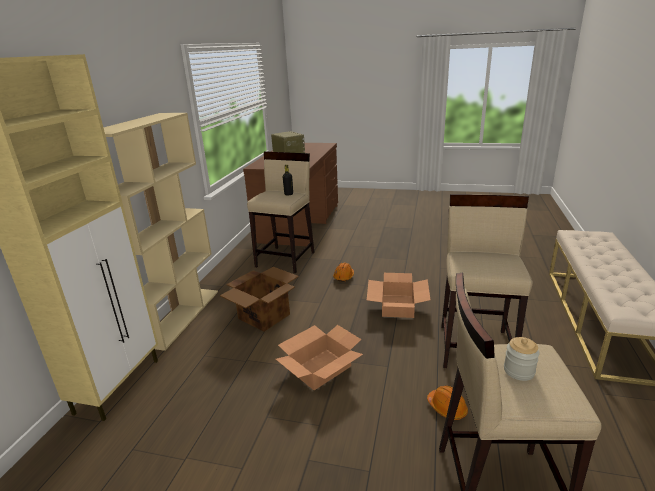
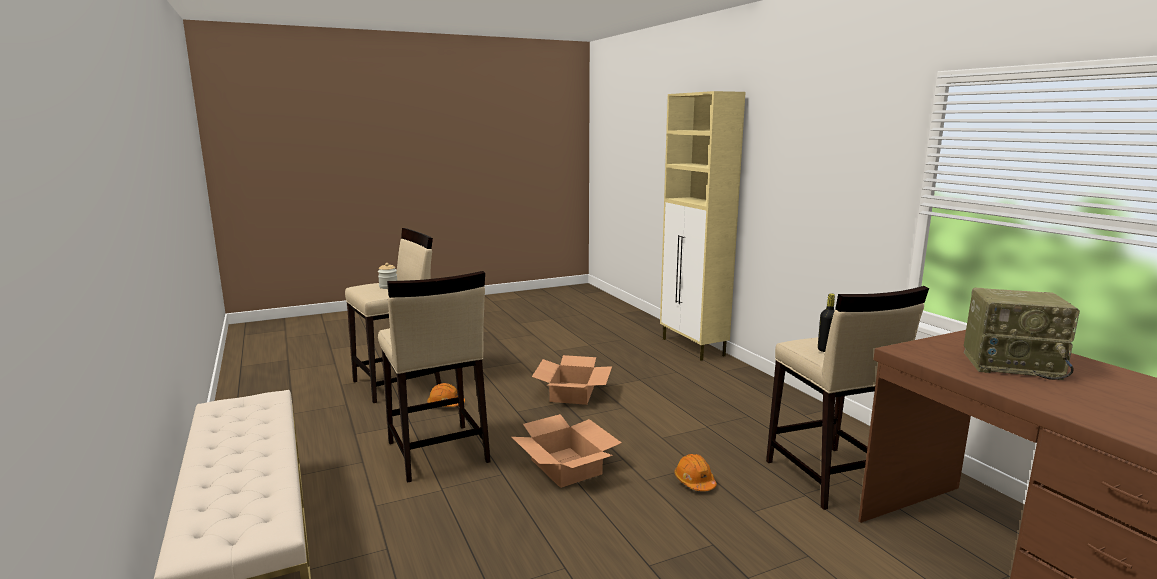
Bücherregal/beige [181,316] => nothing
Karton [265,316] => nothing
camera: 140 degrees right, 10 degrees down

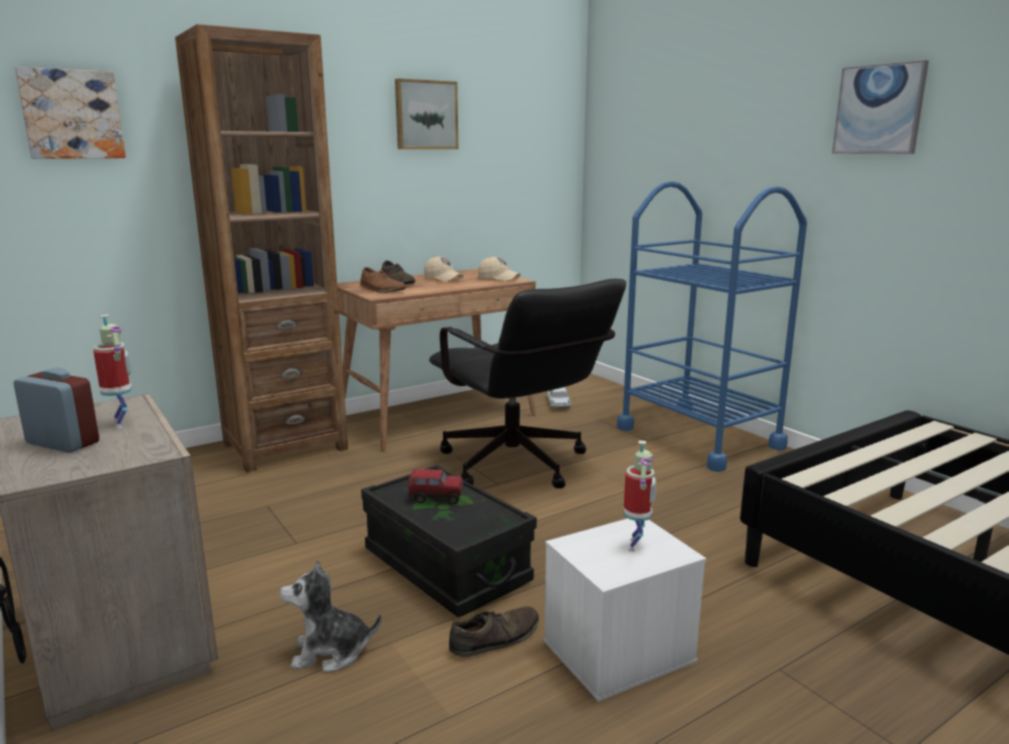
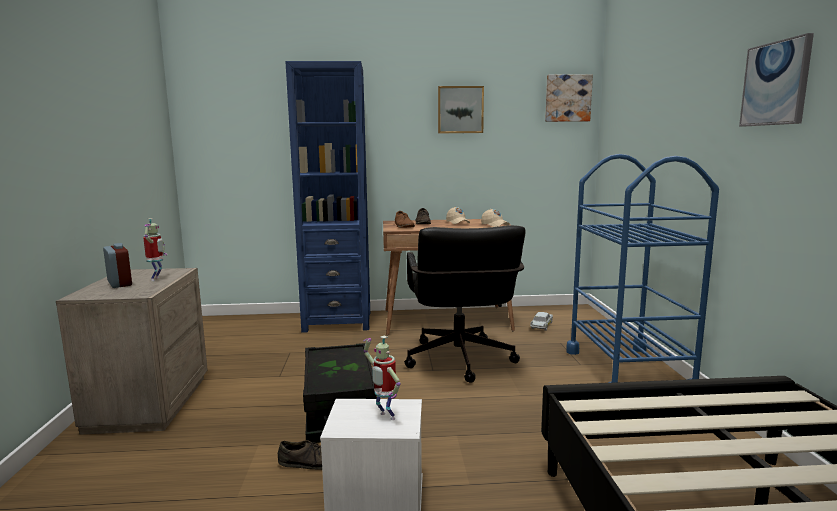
Bücherregal/braun [285,446] => Bücherregal/blau [337,322]
Spielzeugroboter [636,546] => Spielzeugroboter [385,417], 90 degrees clockwise
Bild [72,114] => Bild [567,98], moved
Plüschtier [330,652] => nothing
Spielzeuglaster [436,499] => nothing
camera: 30 degrees right, 5 degrees down

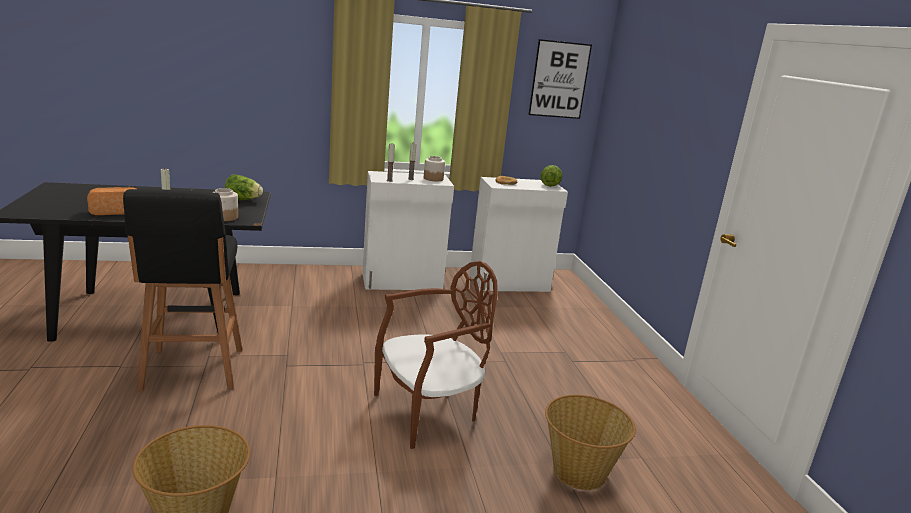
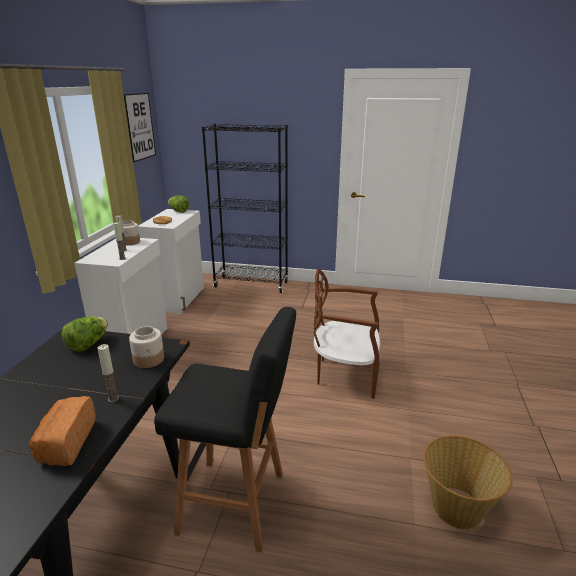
nothing => Bücherregal/schwarz [251,284]
Stuhl/braun [429,412] => Stuhl/braun [345,374], 75 degrees counterclockwise
Korb [579,471] => nothing
camera: 65 degrees left, 5 degrees up

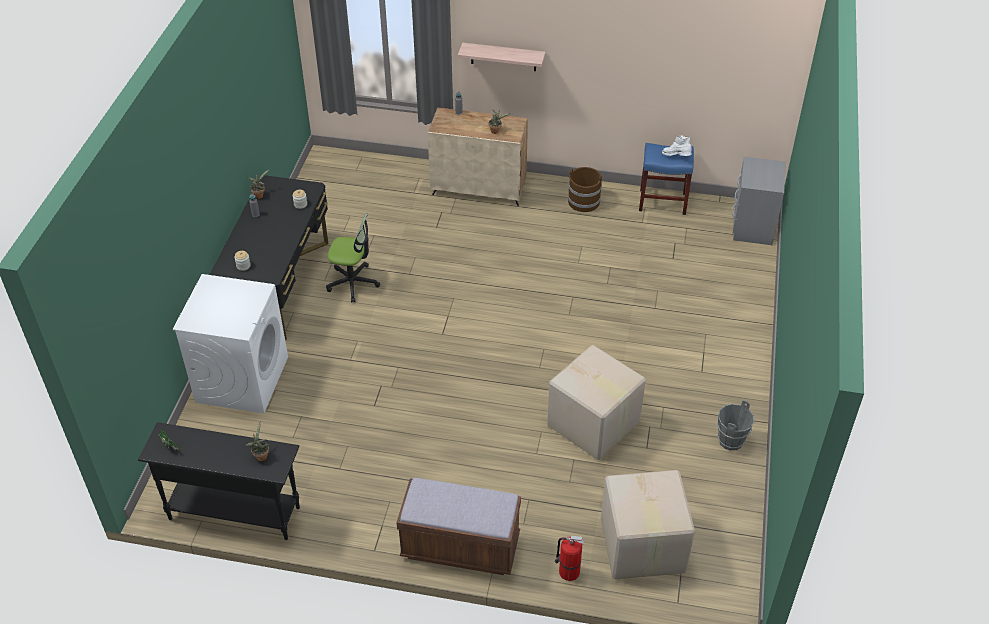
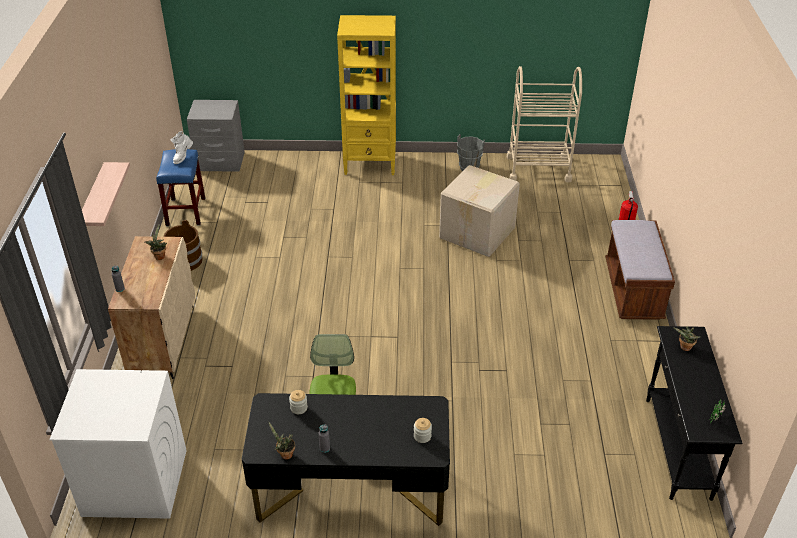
Waschmaschine/weiß [242,379] => Waschmaschine/weiß [134,483], moved
nothing => Bücherregal/gelb [370,164]
nothing => Rollwagen/beige [538,168]
Karton [641,546] => nothing
camera: 100 degrees left, 5 degrees down

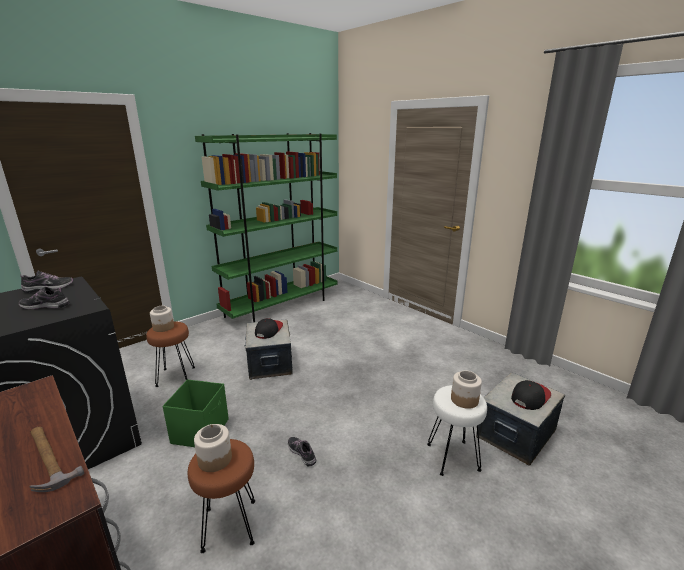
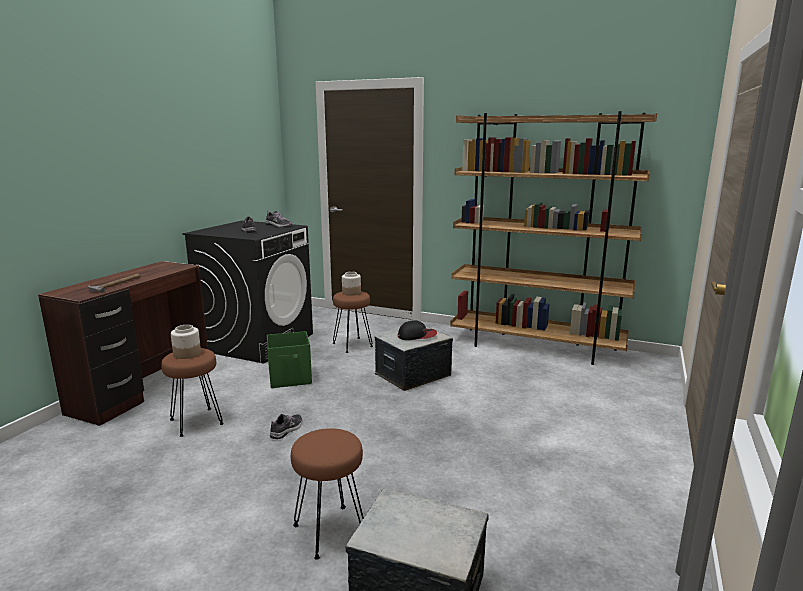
Hocker/weiß [452,457] => Hocker/braun [330,530]
Bücherregal/grün [282,306] => Bücherregal/braun [536,347]
Vorratsglas [464,400] => nothing
Kappe [530,397] => nothing
camera: 65 degrees right, 5 degrees down

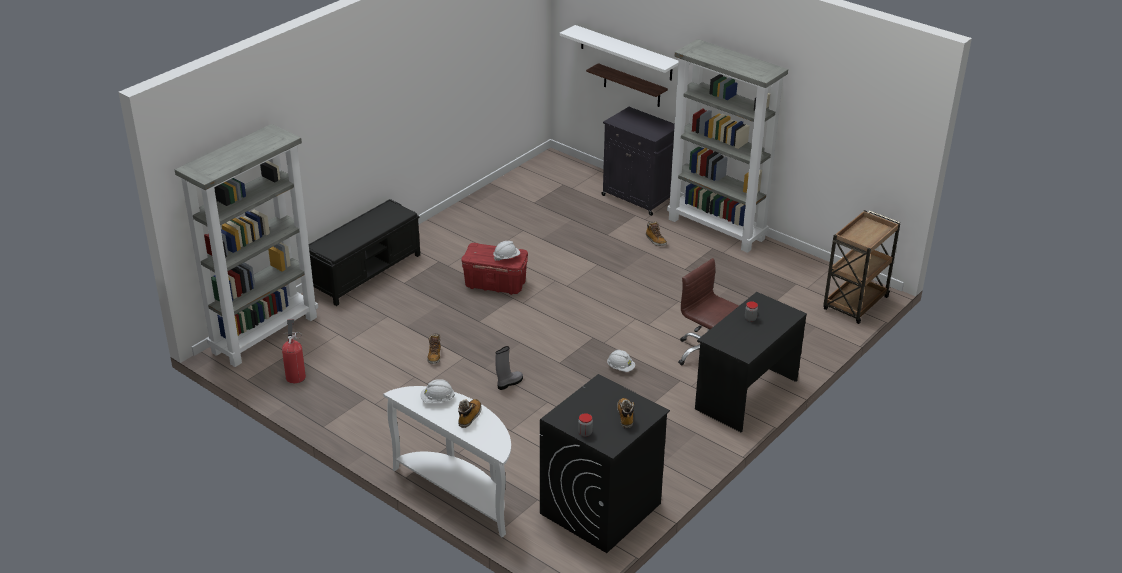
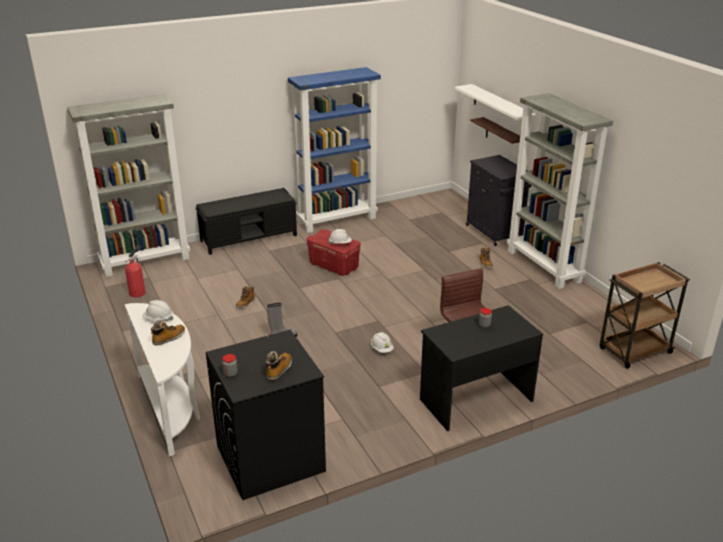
nothing => Bücherregal/blau [337,220]
camera: 25 degrees right, 5 degrees down

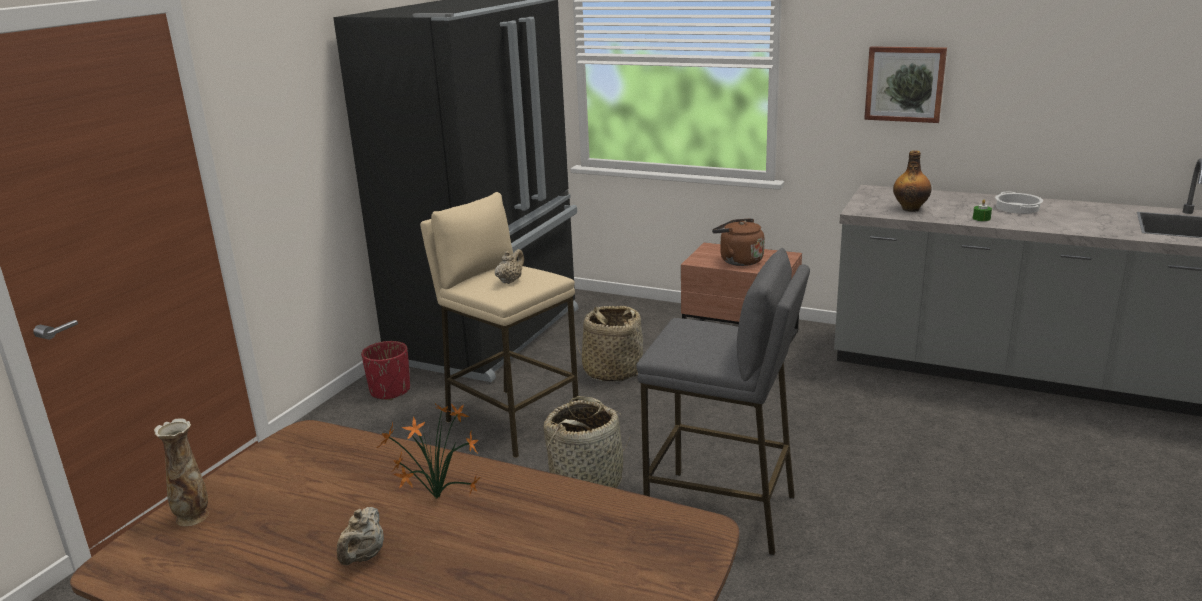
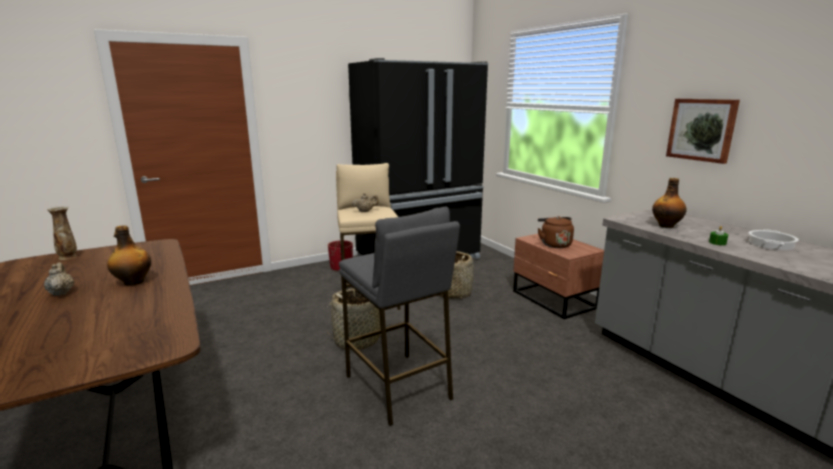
Teekanne/beige [363,557] => Teekanne/beige [61,292], 105 degrees clockwise
Topfpflanze [434,498] => Flasche [133,282]
camera: 35 degrees right, 5 degrees down

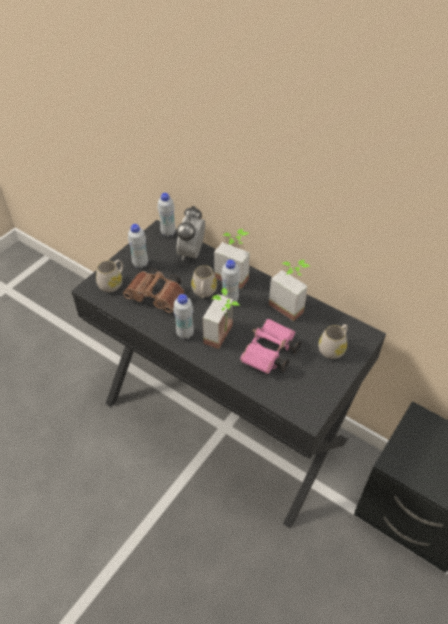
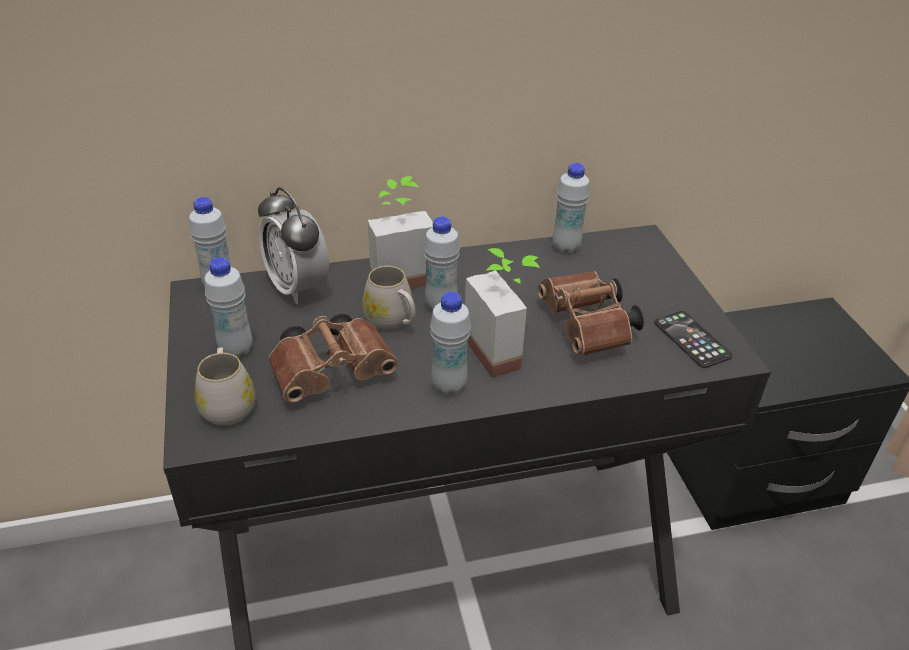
Fernglas/rosa [269,355] => Fernglas/braun [588,329]
nothing => Flasche/weiß [566,247]
nothing => Handy [692,339]
Topfpflanze [290,304] => nothing
Henkelbecher/weiß [333,348] => nothing
camera: 50 degrees left, 10 degrees down

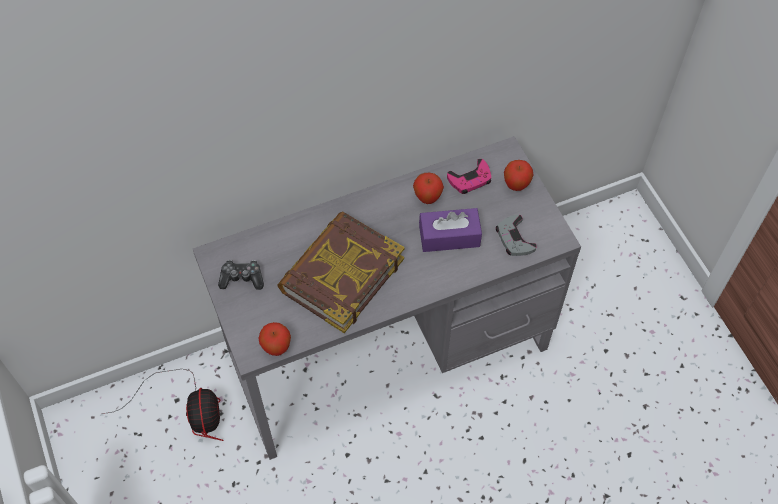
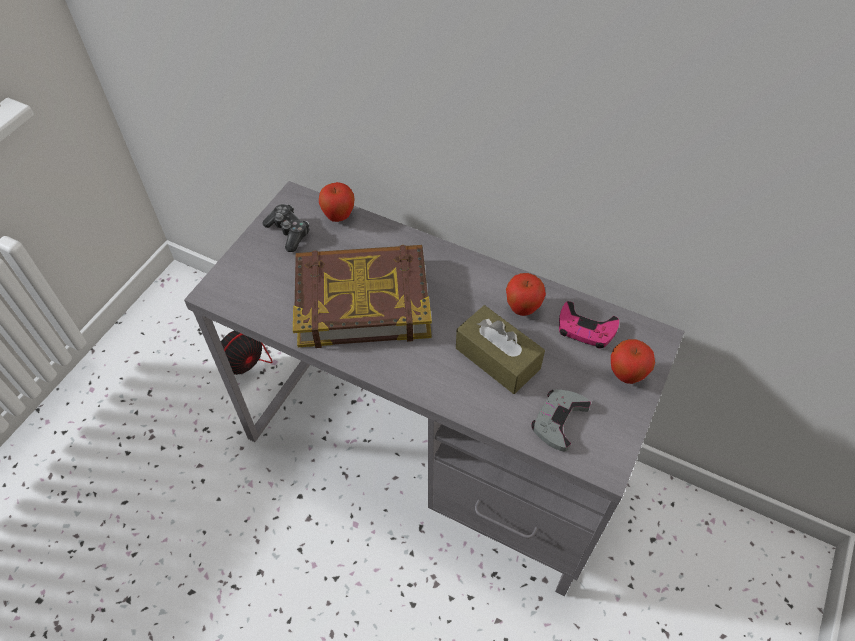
Apfel [276,348] => Apfel [338,216], moved
Taschentuchbox/lila [449,236] => Taschentuchbox/braun [497,358]
camera: 50 degrees right, 5 degrees down

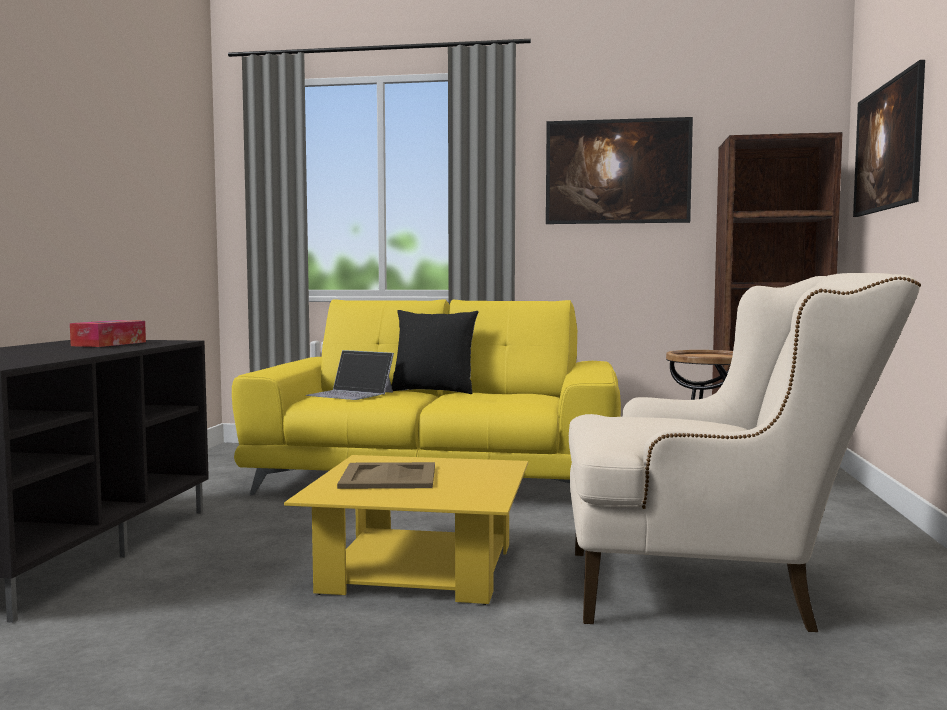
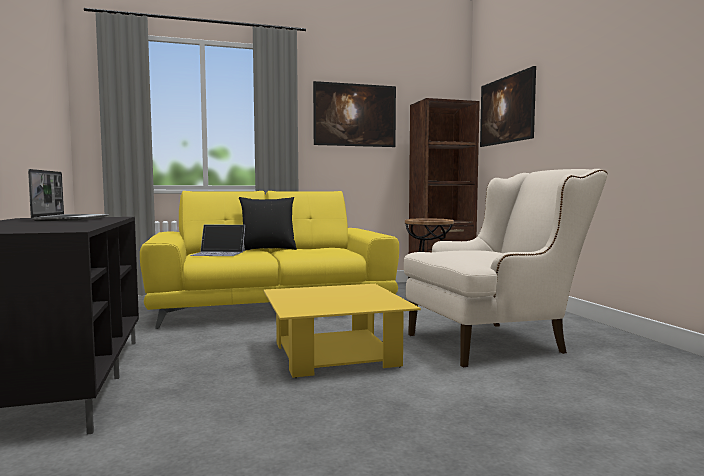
Taschentuchbox [109,344] => Laptop [71,219]
Tablett/beige [388,477] => nothing
camera: 25 degrees left, 0 degrees up

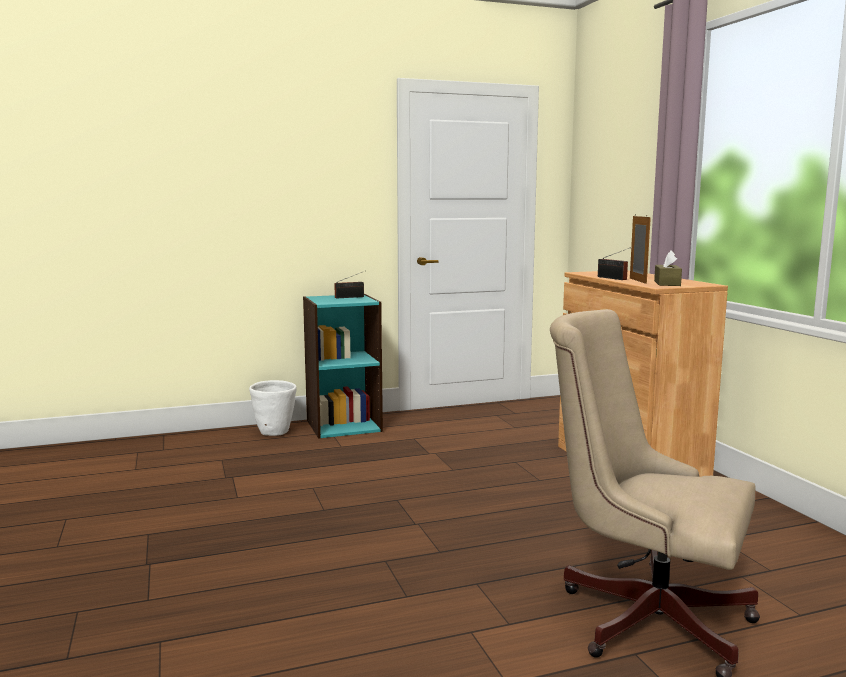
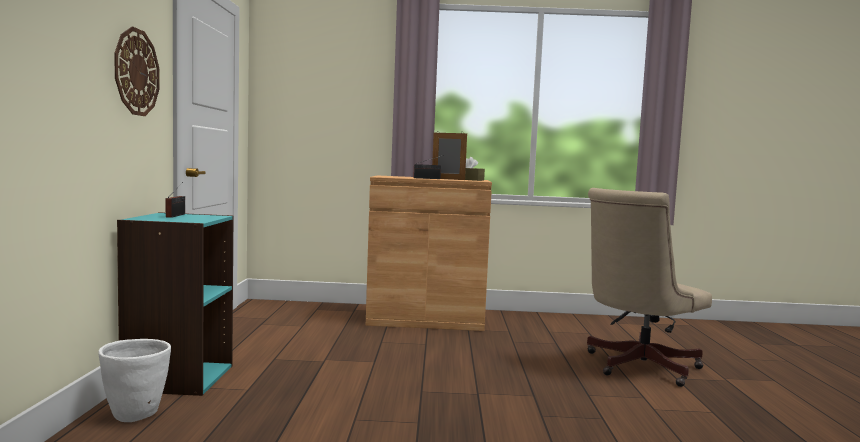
nothing => Wanduhr [136,72]
camera: 70 degrees left, 5 degrees down

